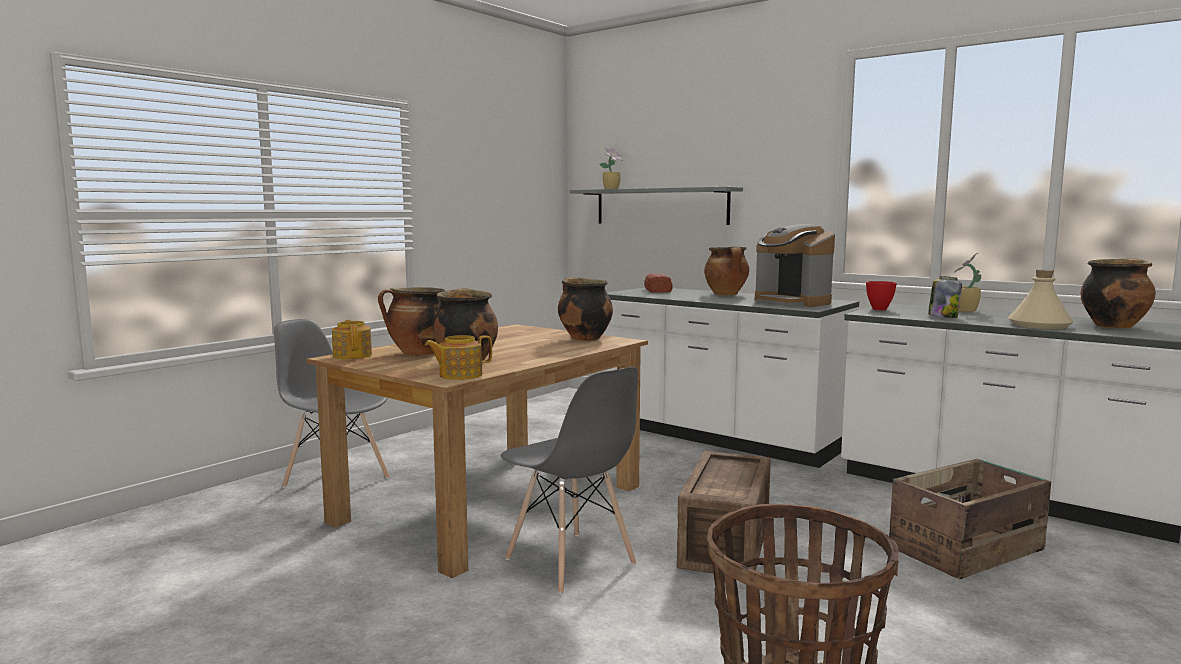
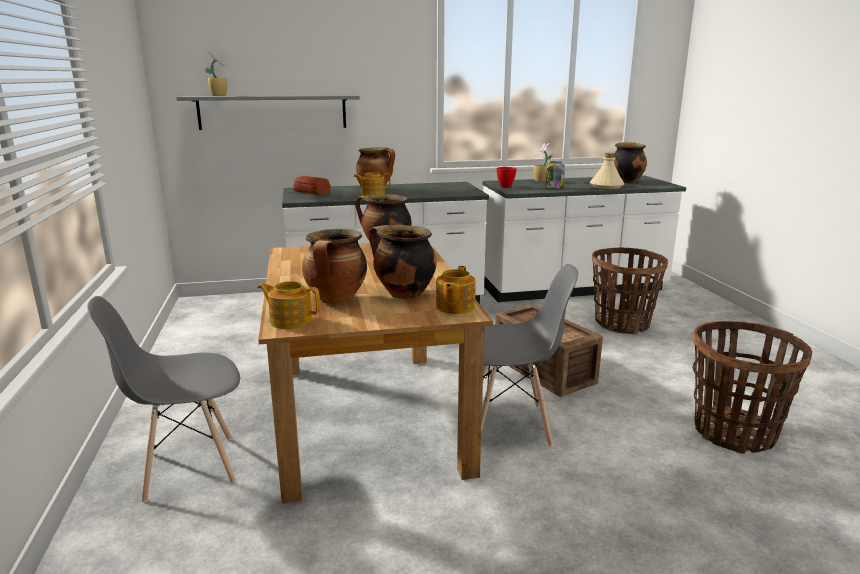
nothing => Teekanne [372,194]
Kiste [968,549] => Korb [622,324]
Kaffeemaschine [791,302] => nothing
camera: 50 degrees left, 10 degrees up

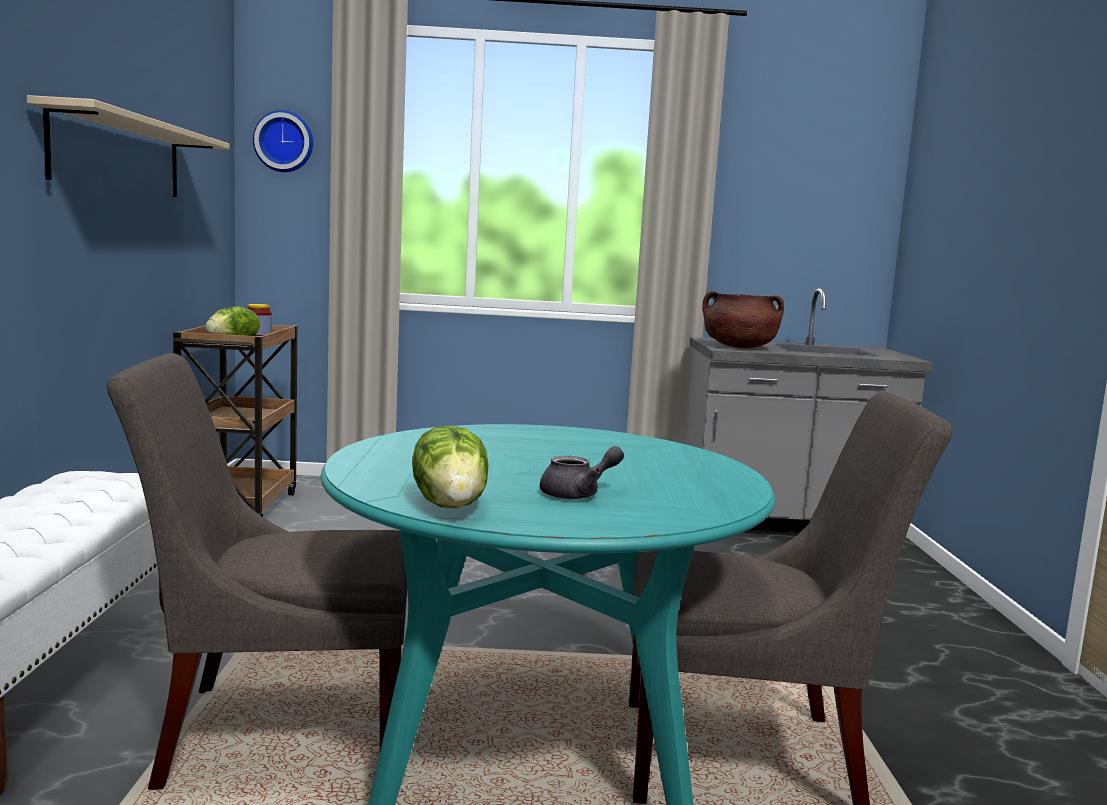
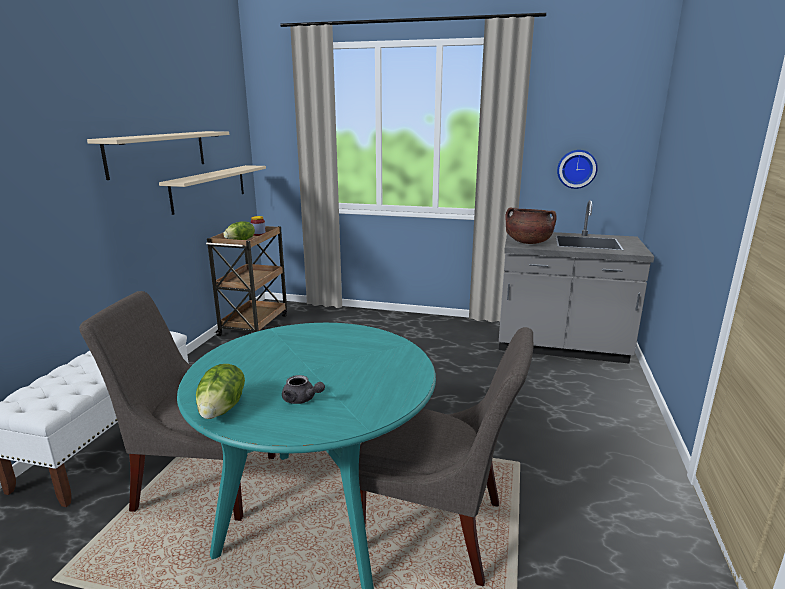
nothing => Wandregal/beige [209,188]
Teekanne/grau [578,494] => Teekanne/grau [302,399], 45 degrees clockwise
Wanduhr [284,142] => Wanduhr [576,169], moved
camera: 15 degrees right, 10 degrees up

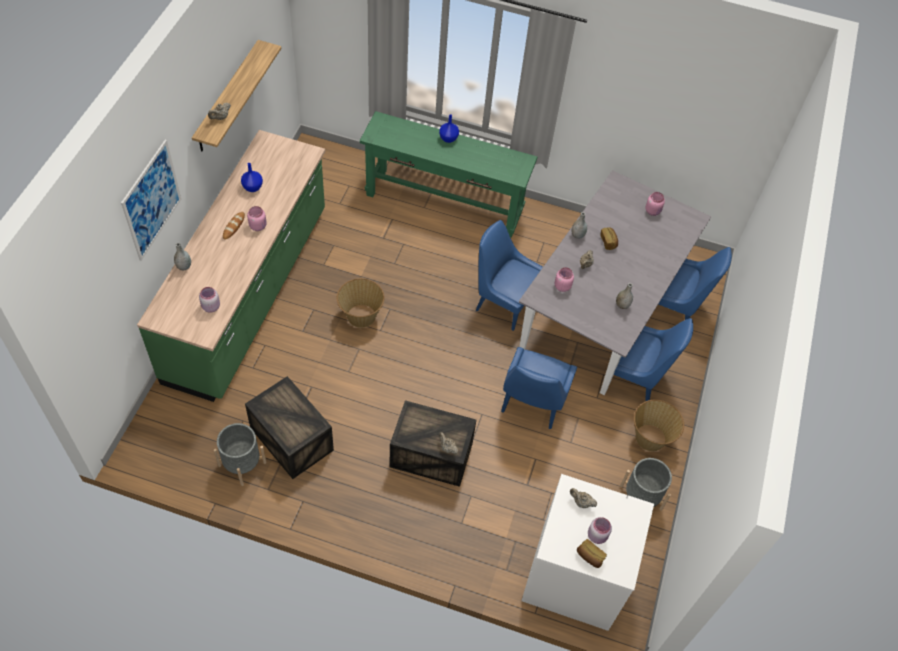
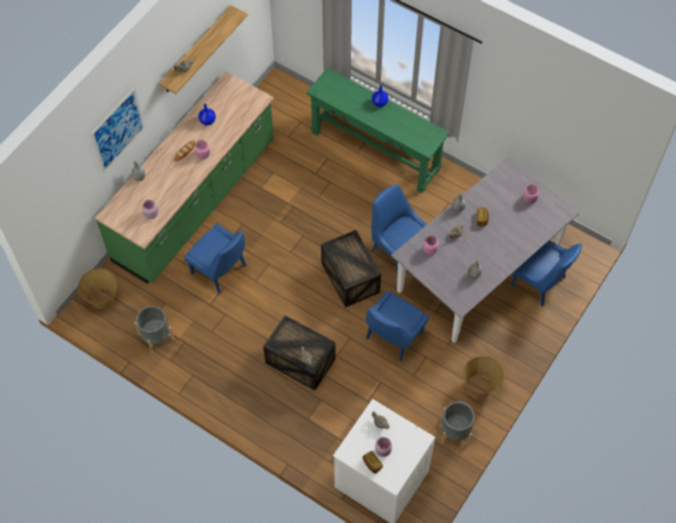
Korb [361,316] => Korb [102,298], moved
Stuhl/blau [636,378] => Stuhl/blau [220,271], moved
Kiste [292,439] => Kiste [351,278], moved
camera: 20 degrees right, 5 degrees up

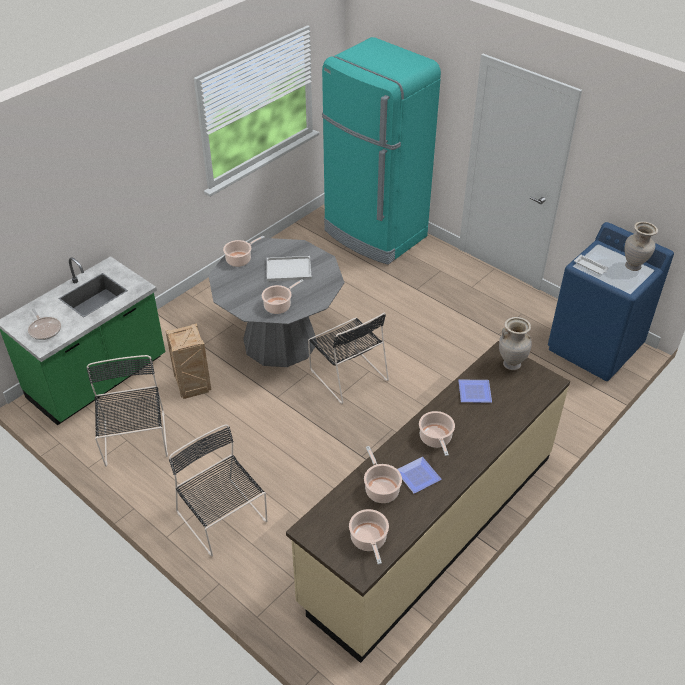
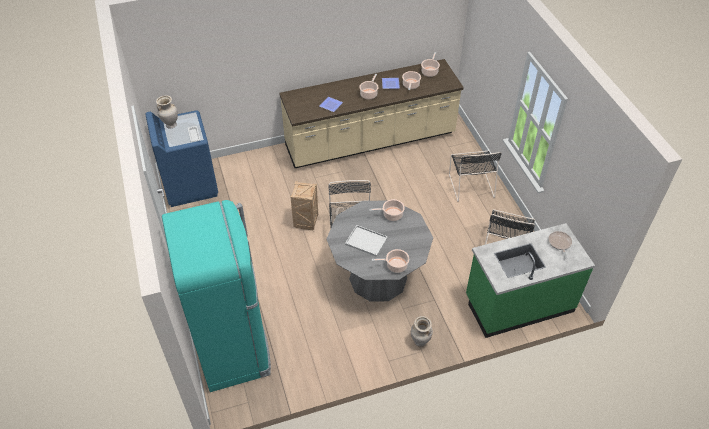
Kiste [192,386] => Kiste [306,223], moved
Vase/beige [511,364] => Vase/beige [420,342], moved
camera: 150 degrees left, 5 degrees up

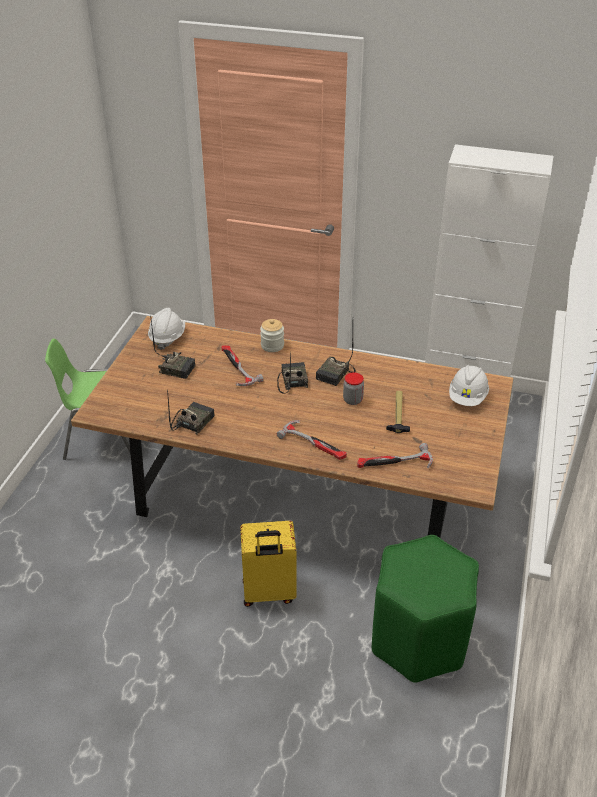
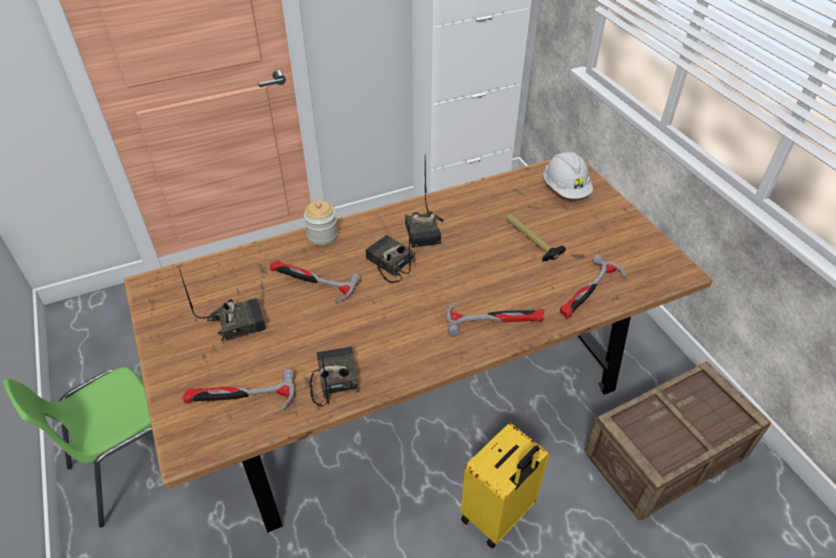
nothing => Hammer [240,397]
Hocker/grün [417,640] => Kiste [665,457]
Schutzhelm/weiß [167,337] => nothing
Vorratsglas [352,400] => nothing
camera: 40 degrees left, 5 degrees up

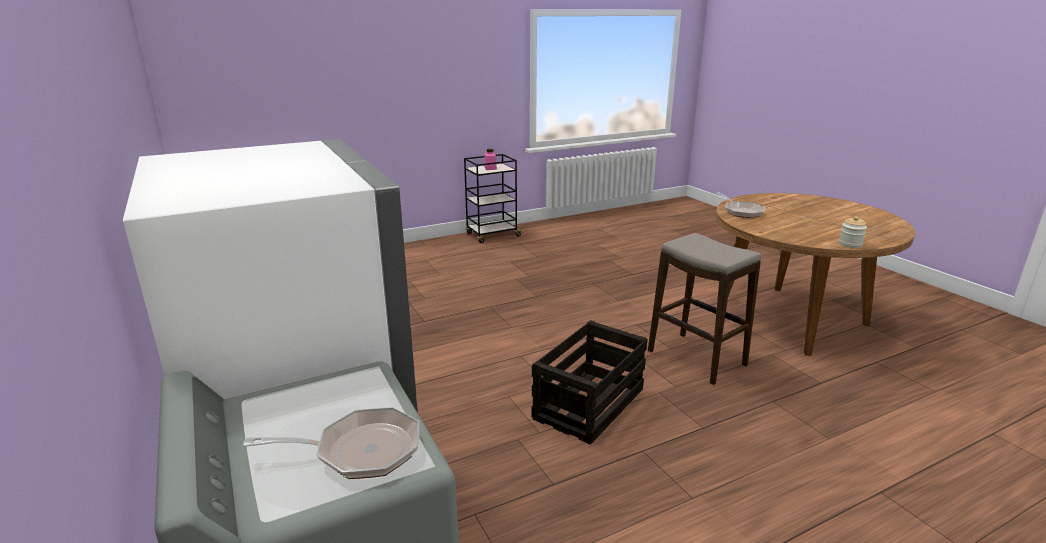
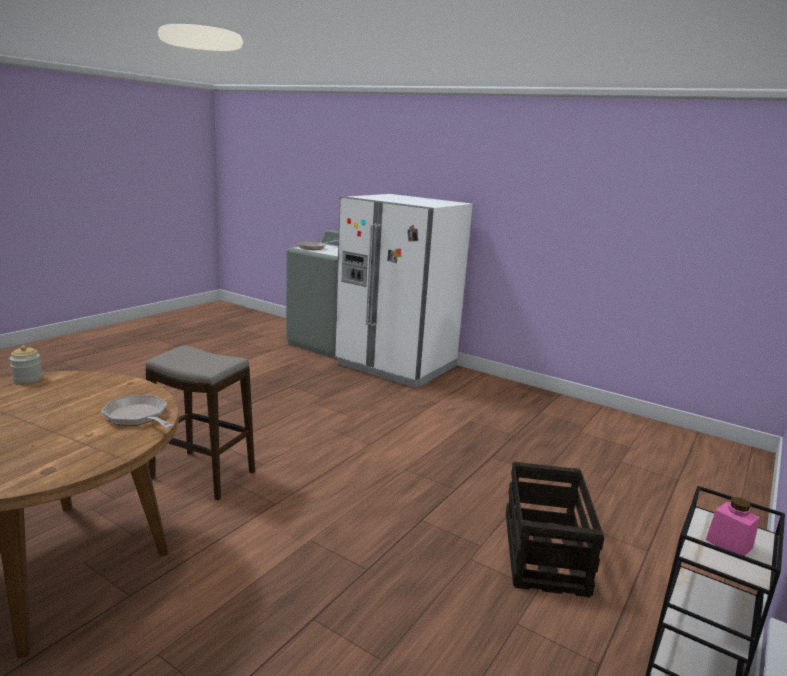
Kiste [588,405] => Kiste [544,551], moved
camera: 150 degrees right, 5 degrees down

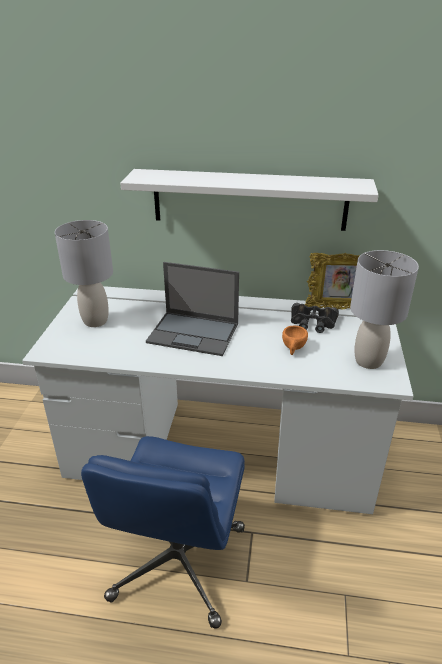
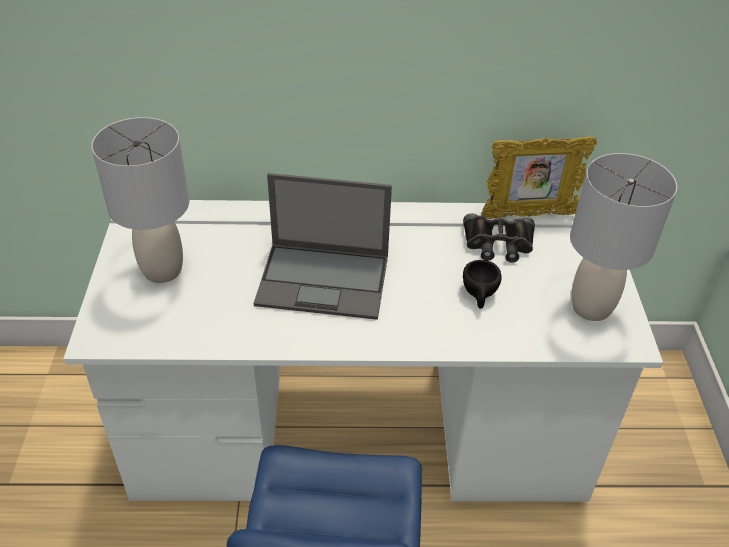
Tasse/orange [293,349] => Tasse/schwarz [479,295]
Wandregal/weiß [249,200] => nothing
camera: 10 degrees left, 10 degrees up

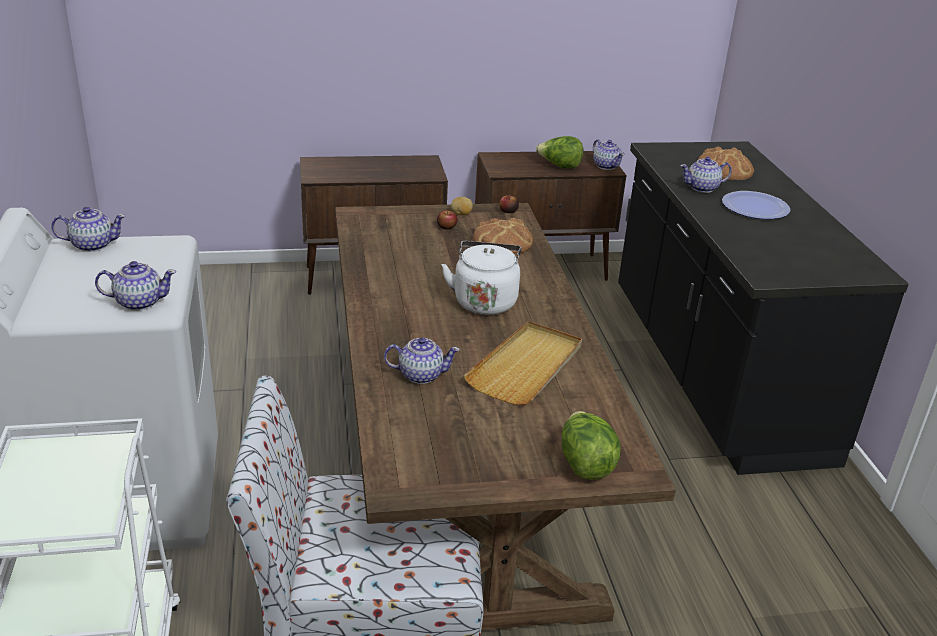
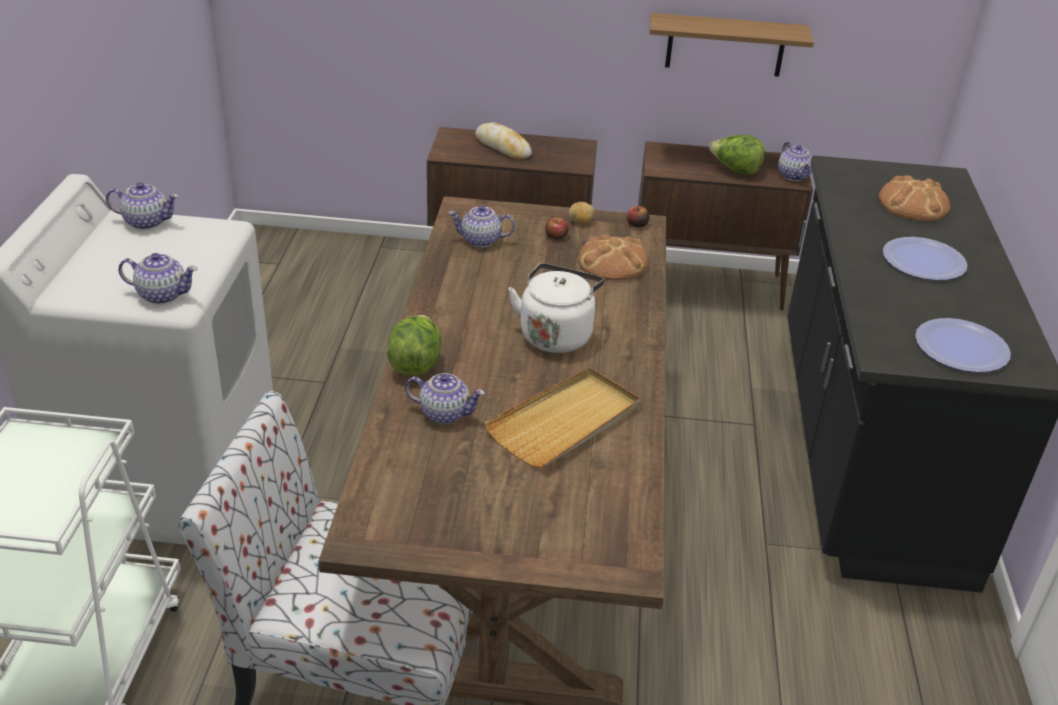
Salatkopf [585,464] => Salatkopf [415,363], moved
Teekanne [702,188] => Teekanne [481,240], moved
nothing => Brot [503,147]
nothing => Wandregal [725,45]
nothing => Teller [961,347]
camera: 15 degrees right, 5 degrees up

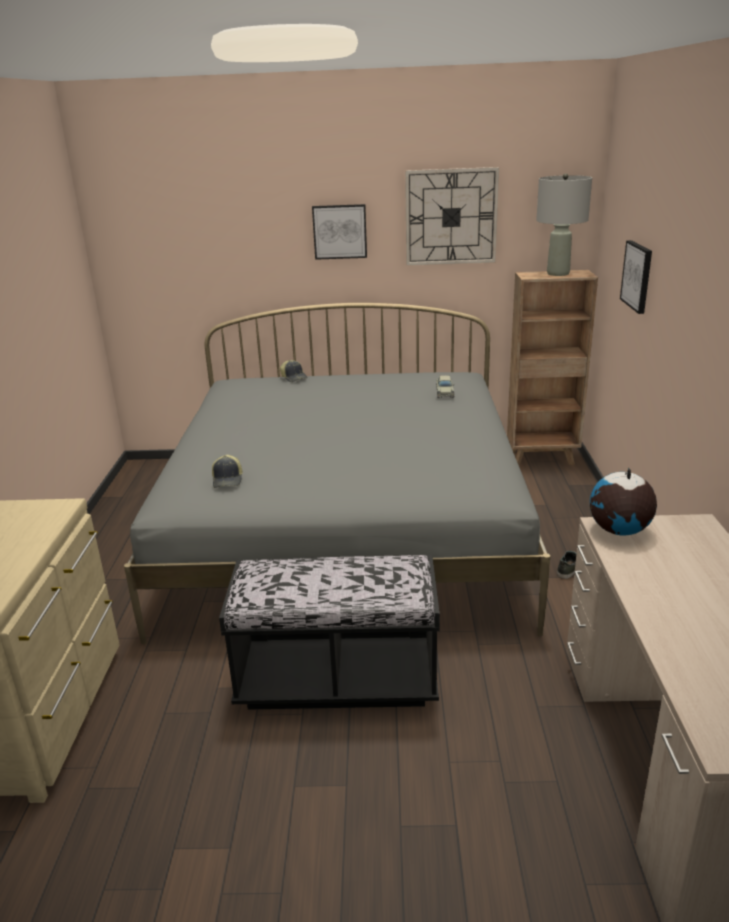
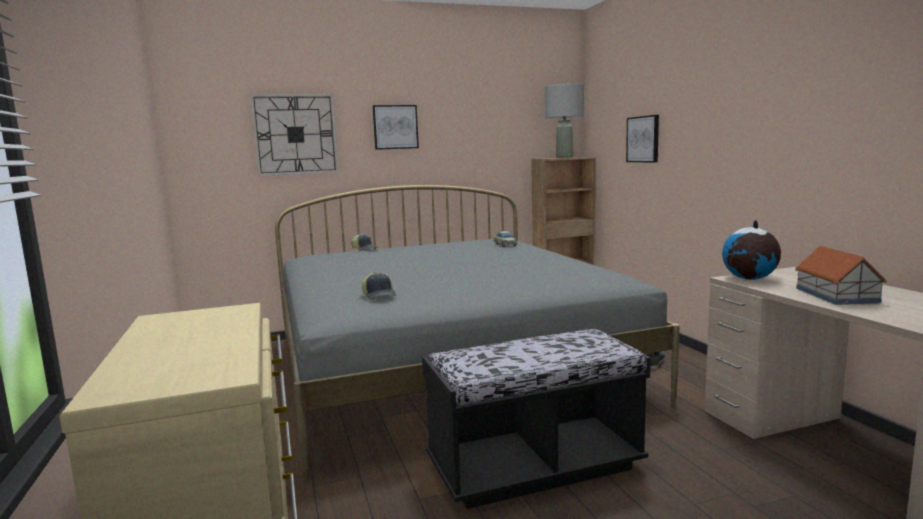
Wanduhr [451,217] => Wanduhr [295,134], moved
nothing => Spielzeughaus [836,295]
camera: 20 degrees left, 15 degrees down

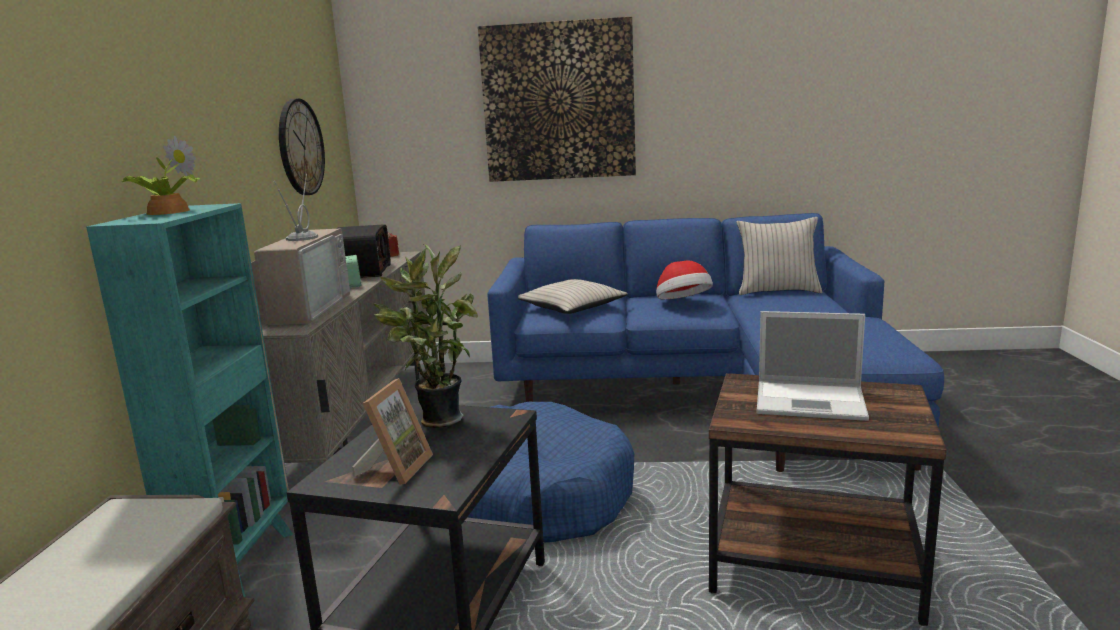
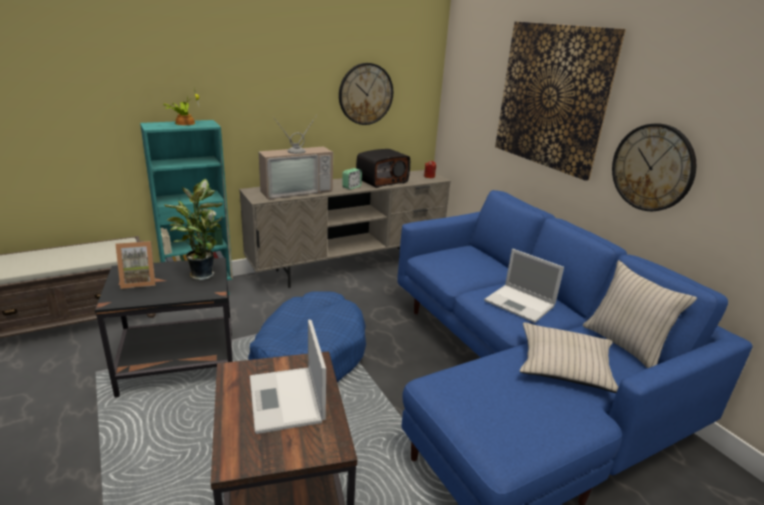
Hut [683,303] => Laptop [520,304]
Kissen/beige [572,307] => Kissen/beige [565,366], moved
nothing => Wanduhr [652,167]
camera: 55 degrees right, 10 degrees up

